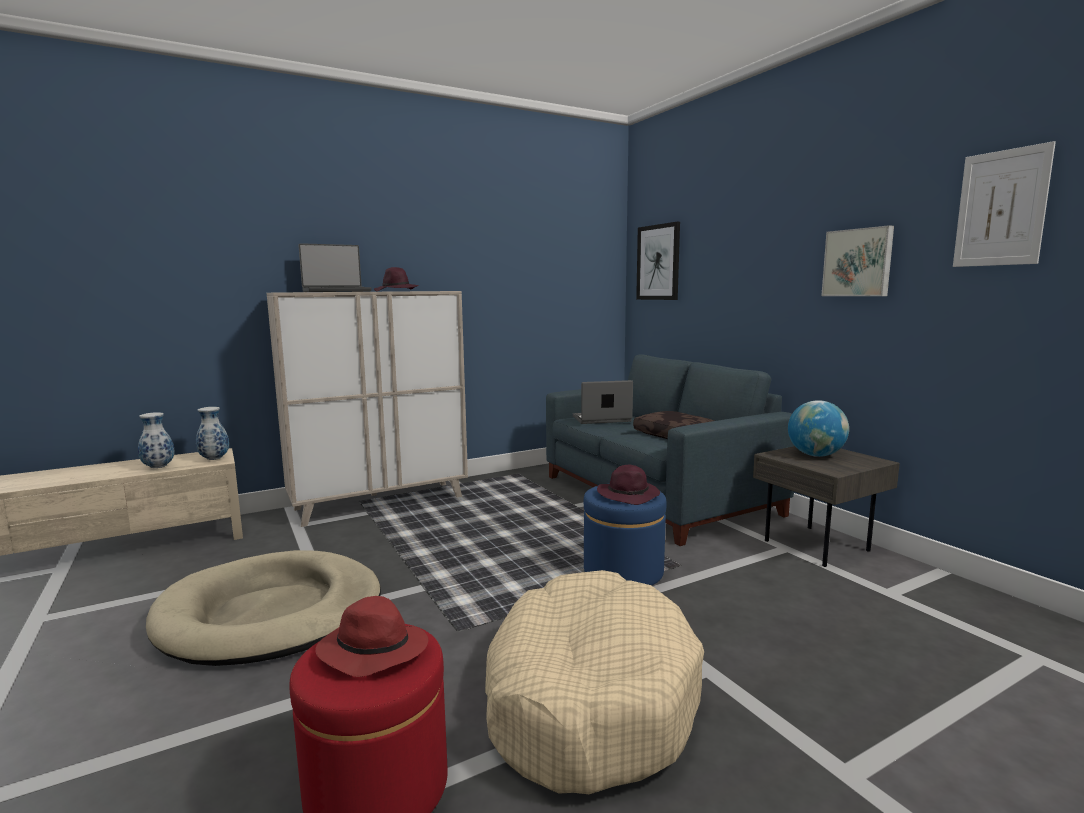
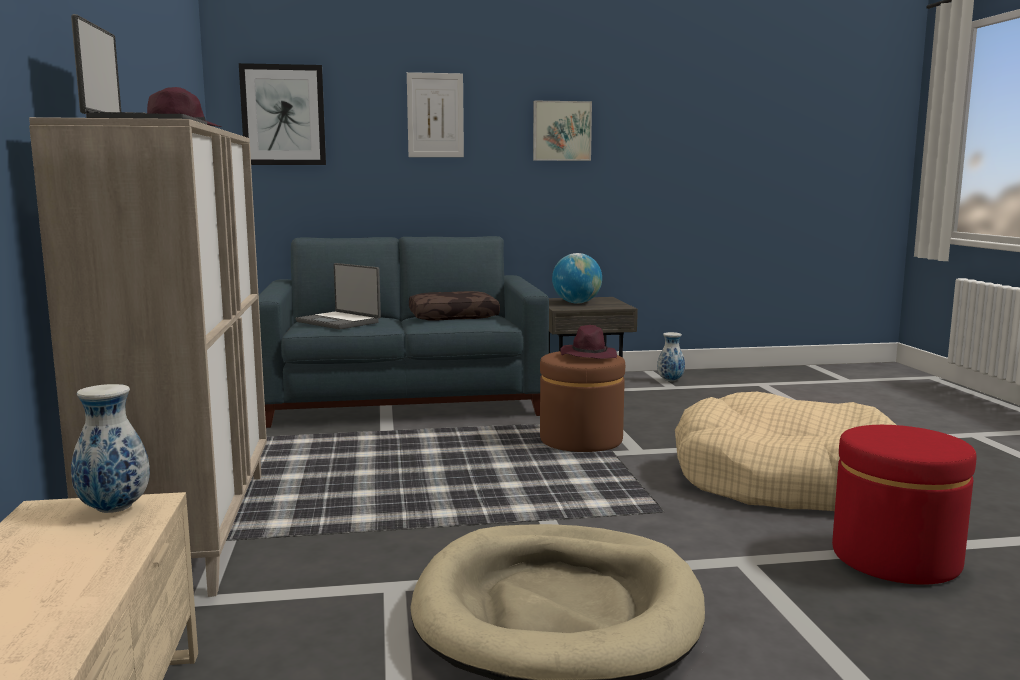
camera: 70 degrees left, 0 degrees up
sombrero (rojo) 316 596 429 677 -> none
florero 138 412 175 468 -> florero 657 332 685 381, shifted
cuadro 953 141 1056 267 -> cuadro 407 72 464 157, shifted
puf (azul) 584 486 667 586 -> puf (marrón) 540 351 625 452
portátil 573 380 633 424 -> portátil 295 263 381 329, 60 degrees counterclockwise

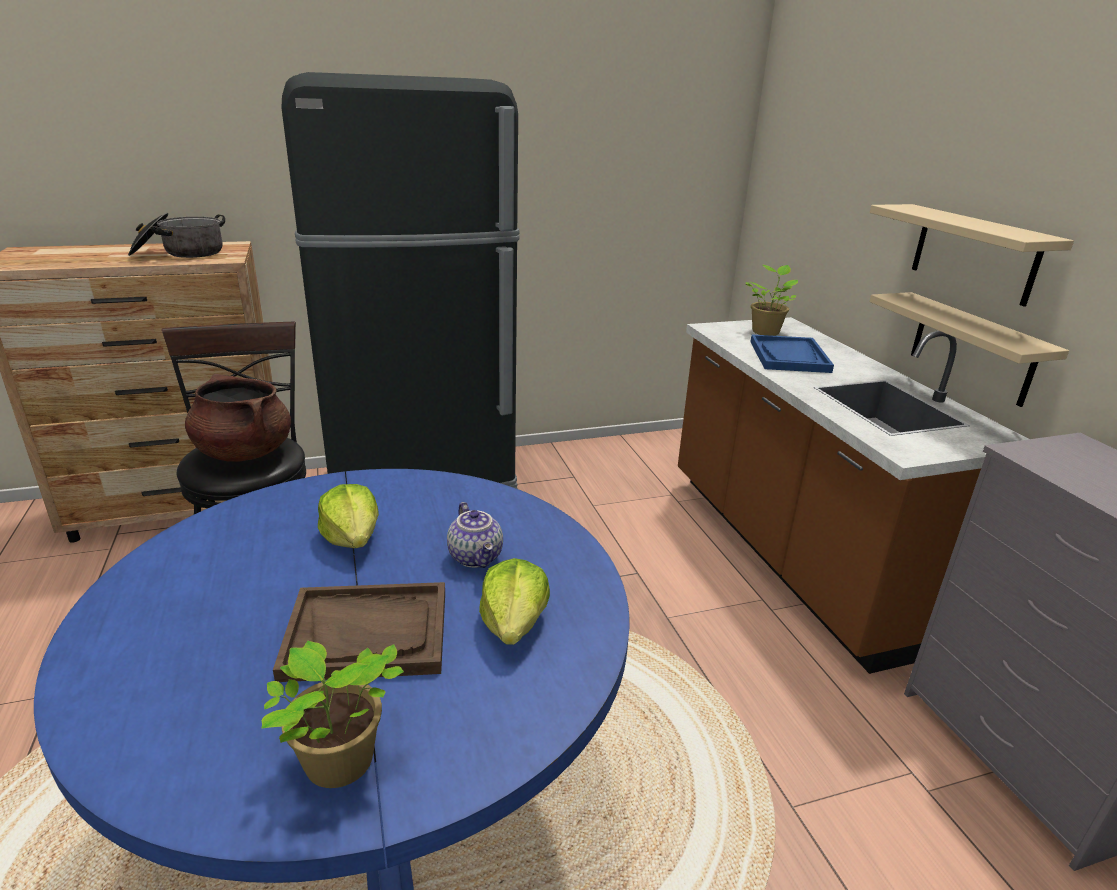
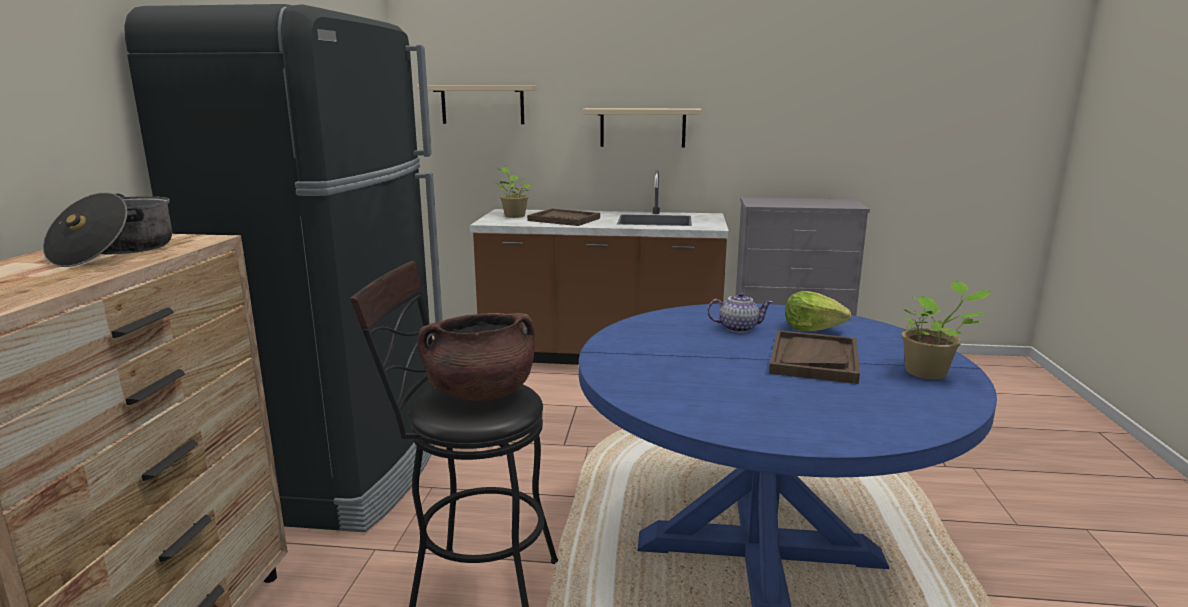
camera: 65 degrees left, 10 degrees down
lechuga 318 484 379 548 -> none
estante (beis) 869 292 1069 407 -> estante (beis) 417 85 537 124, shifted
bandeja (azul) 750 335 834 373 -> bandeja (marrón) 527 209 600 226

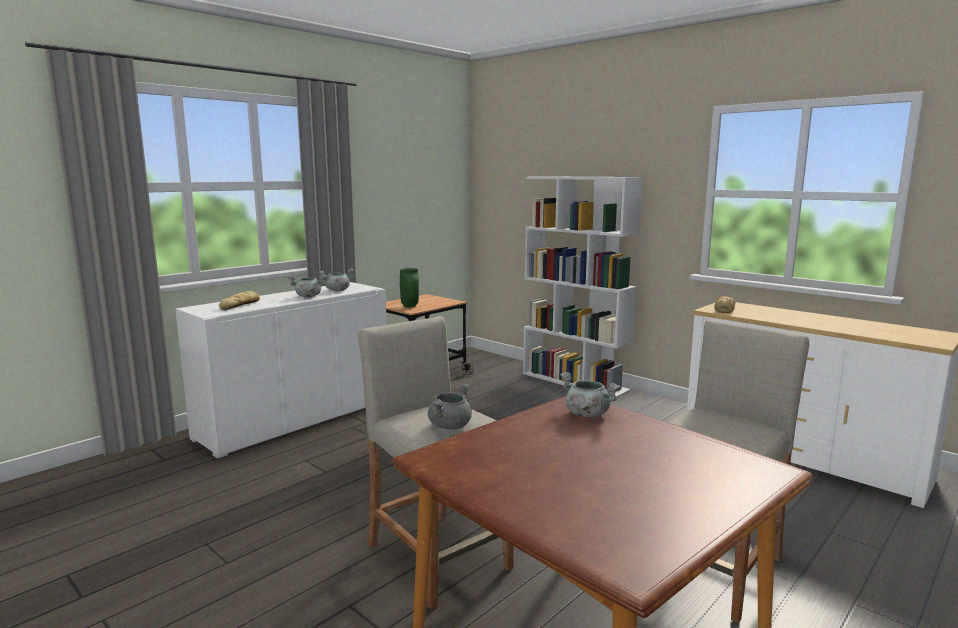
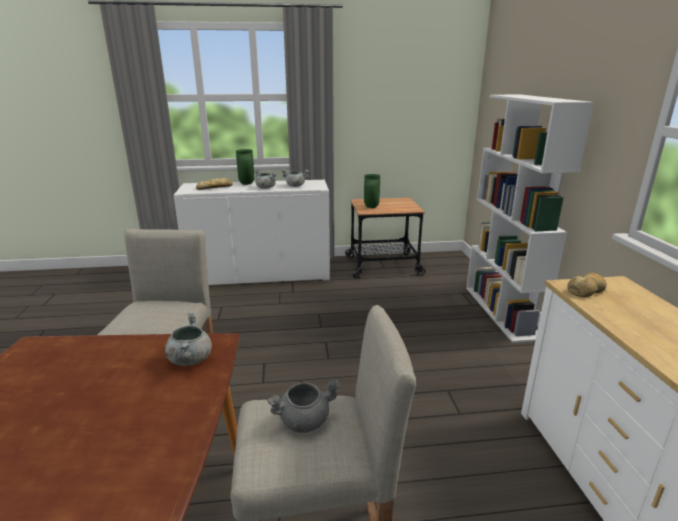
camera: 40 degrees right, 10 degrees up
none -> florero (verde) 236 149 254 185
olla (gris) 428 384 472 430 -> olla (gris) 267 379 340 433, shifted

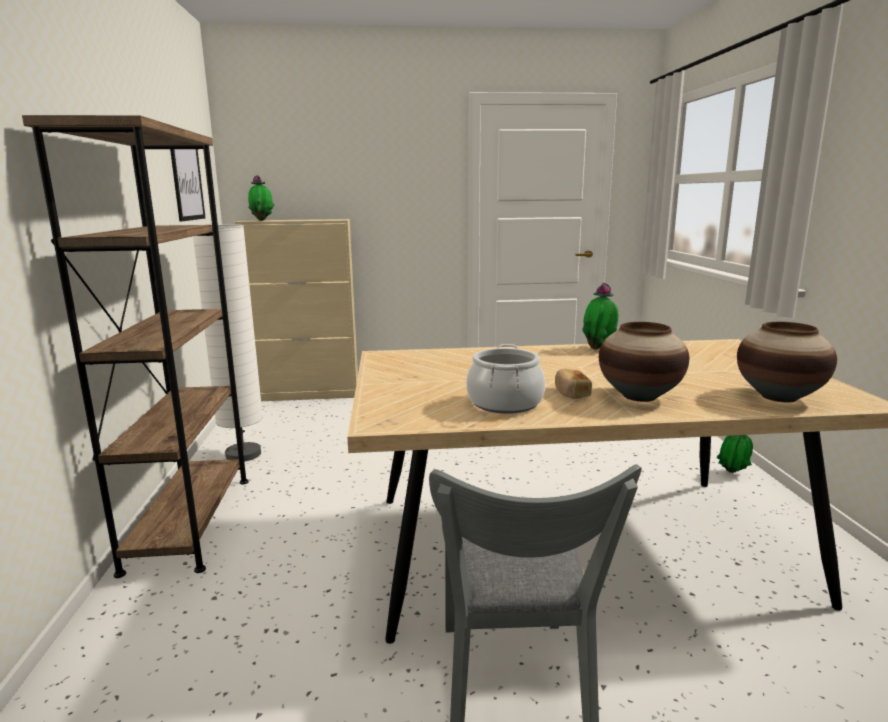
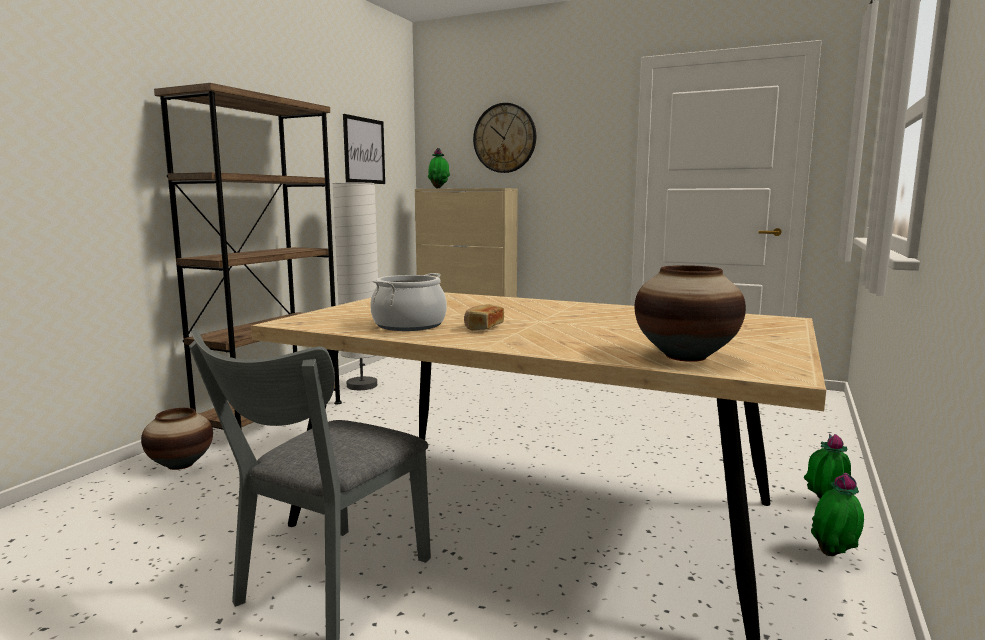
camera: 30 degrees right, 5 degrees down
none -> reloj de pared 473 103 536 173
planta en maceta 582 283 618 349 -> planta en maceta 811 473 864 556, shifted
florero 599 322 689 402 -> florero 141 408 213 470, shifted

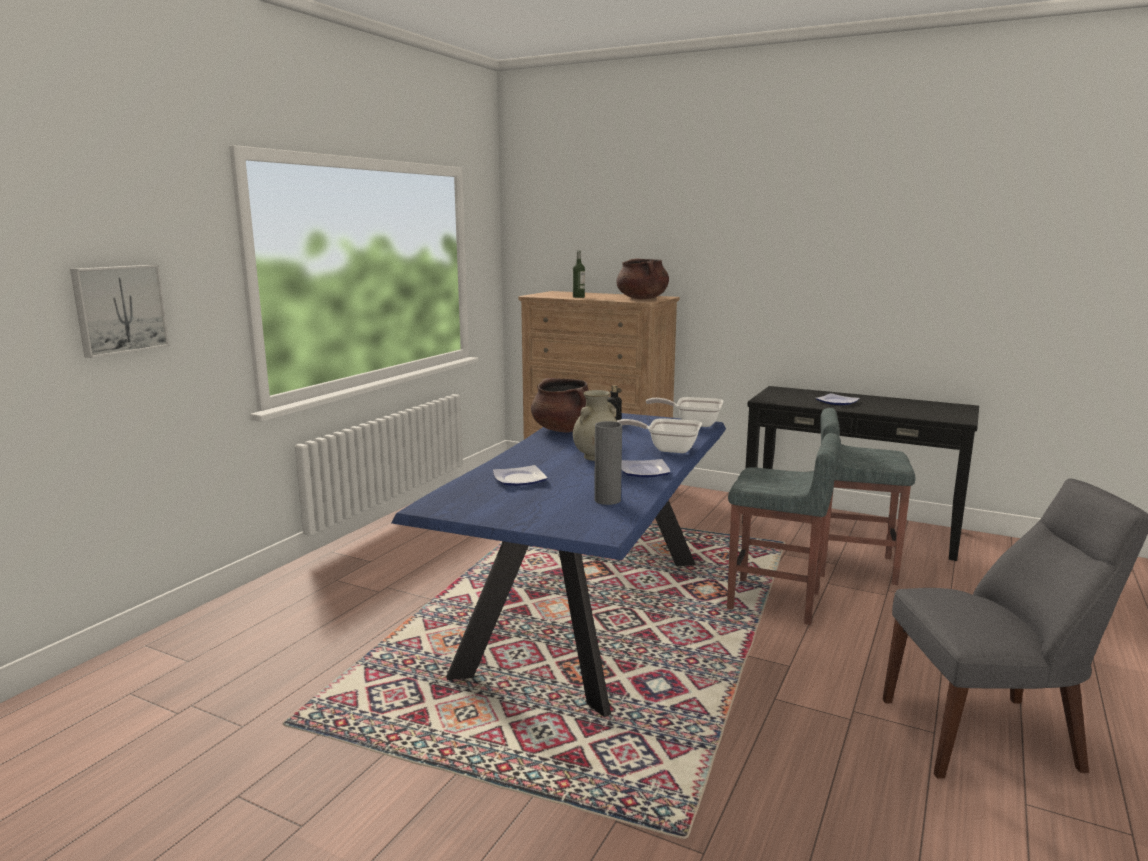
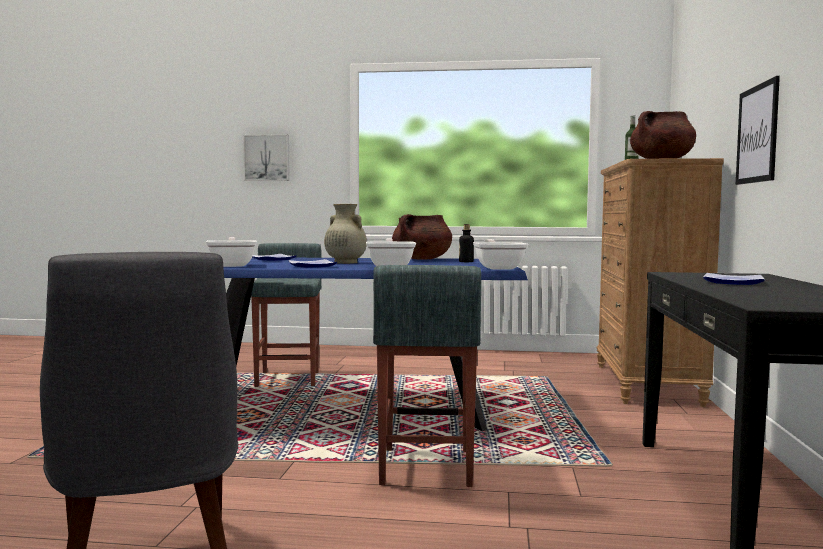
camera: 70 degrees right, 10 degrees down
none -> cuadro 736 76 780 185
taburete (gris) 820 408 916 585 -> taburete (gris) 251 243 321 387, shifted
florero (gris) 594 421 622 505 -> sartén 206 237 257 267

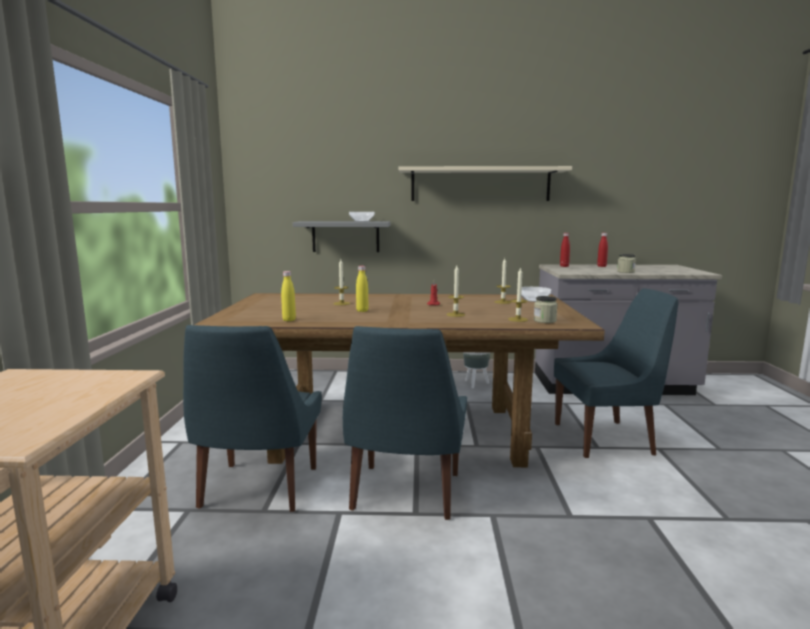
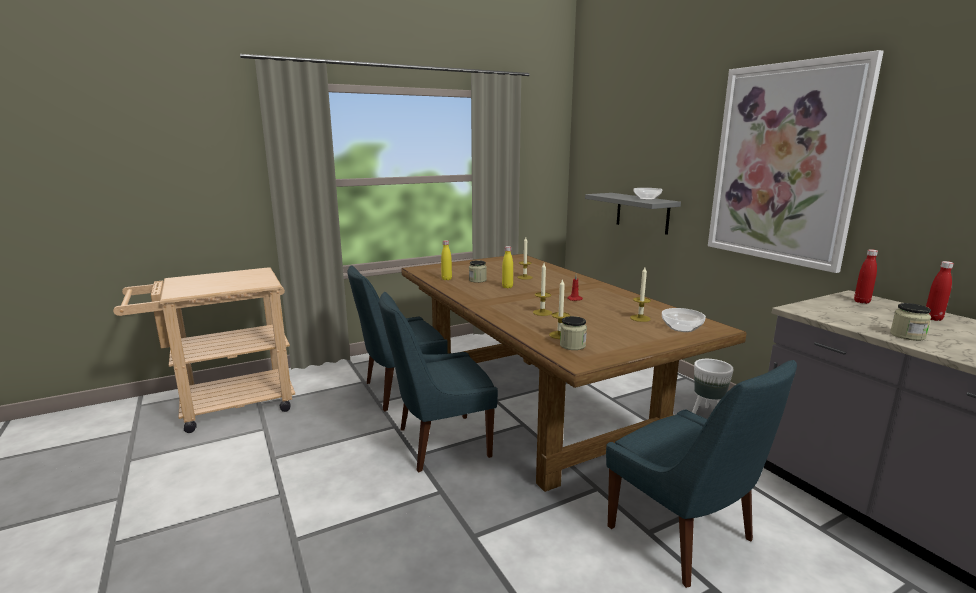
camera: 60 degrees right, 5 degrees up
none -> tarro 469 260 487 283
estante (beis) 398 166 572 201 -> cuadro 708 50 884 273

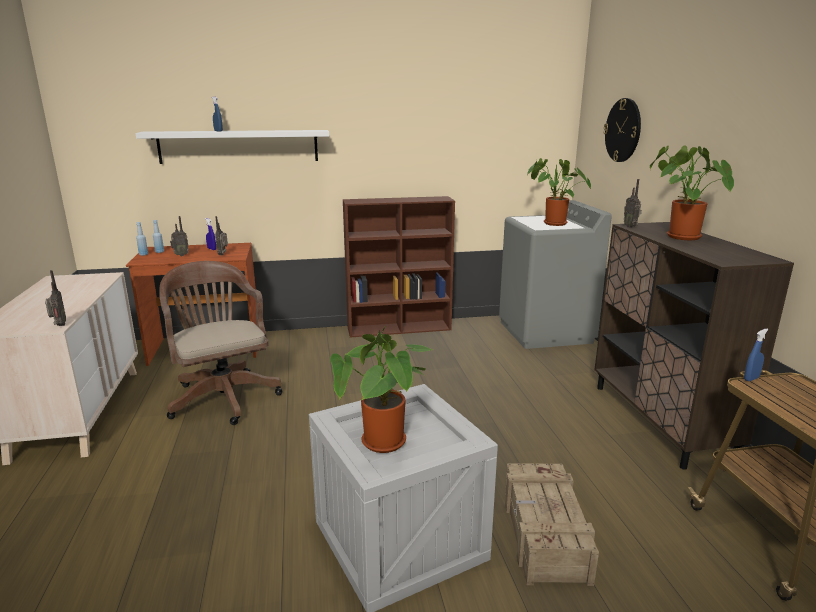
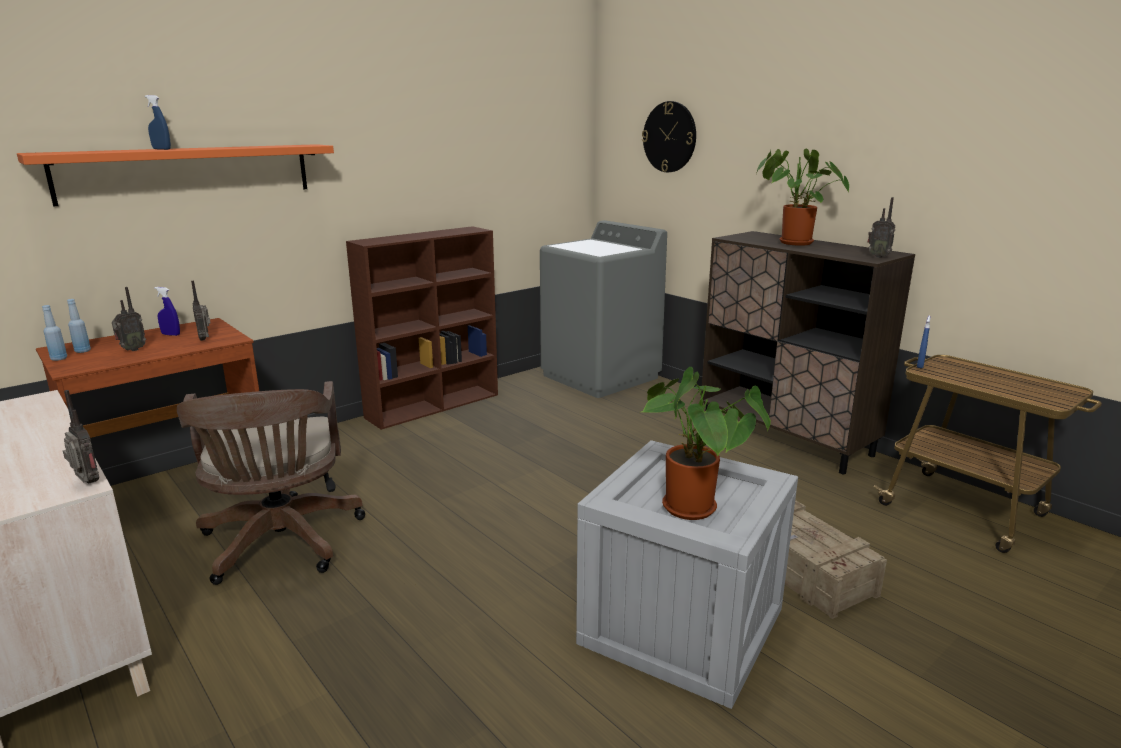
camera: 30 degrees left, 0 degrees up
planta en maceta 527 158 591 226 -> none
radio 624 179 642 228 -> radio 867 197 895 258, shifted
estante (blanco) 135 130 329 164 -> estante (naranja) 17 144 334 206
silla de oficina (marrón) 159 261 283 425 -> silla de oficina (marrón) 177 381 365 585, 135 degrees counterclockwise

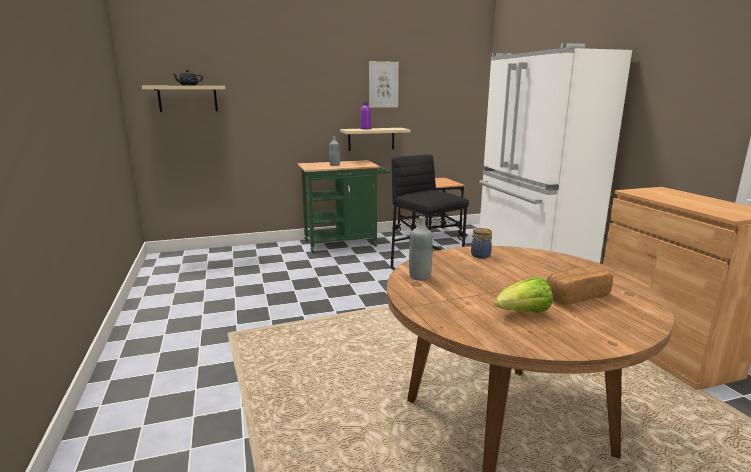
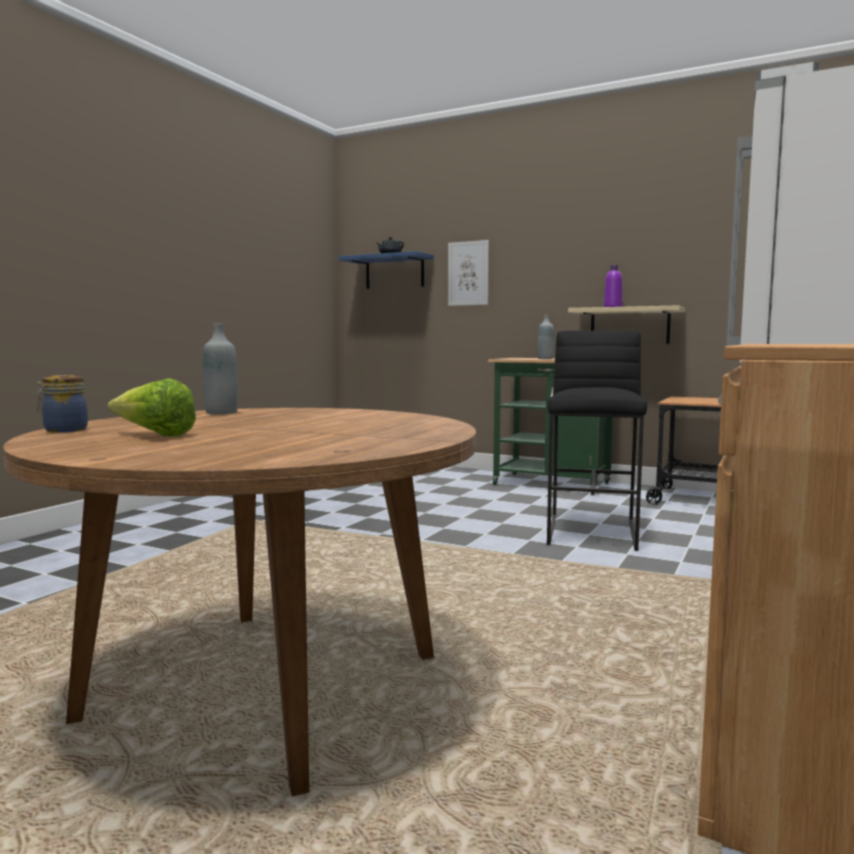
camera: 45 degrees right, 10 degrees down
pan 546 266 613 305 -> none
cuadro 369 61 399 108 -> cuadro 448 240 489 306, shifted
tarro 471 228 492 259 -> tarro 37 375 88 433, shifted
estante (beis) 142 86 225 112 -> estante (azul) 338 251 434 289

